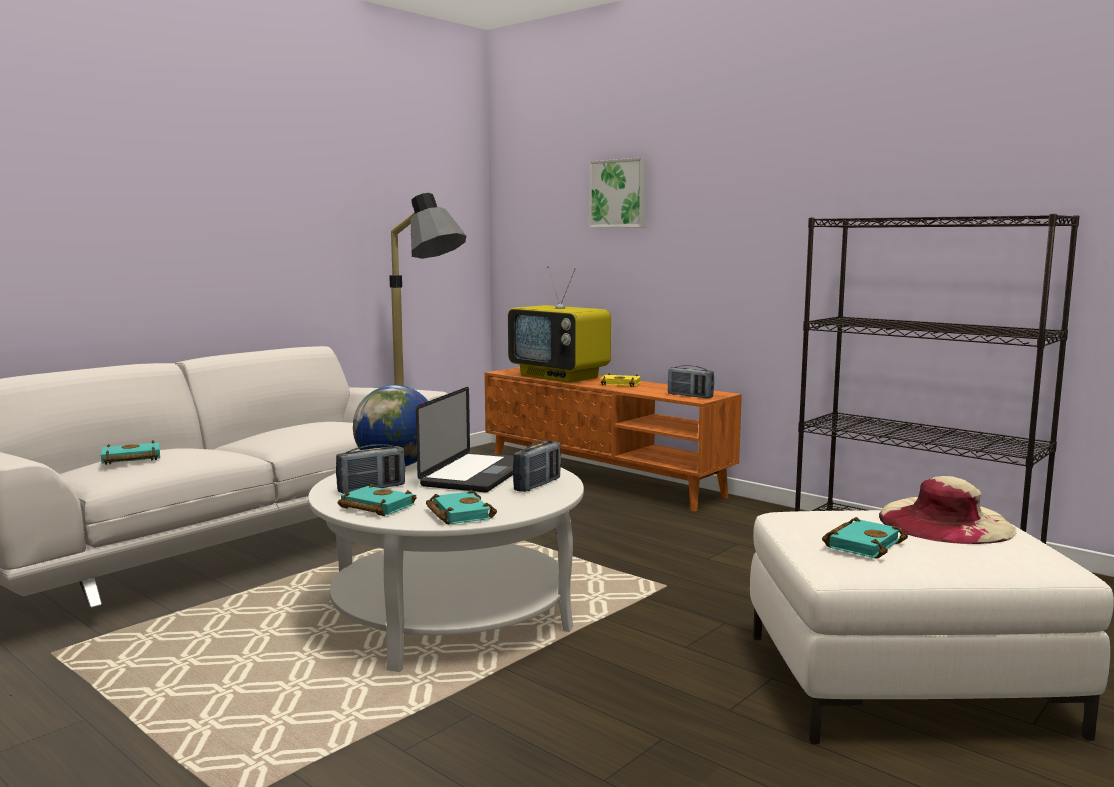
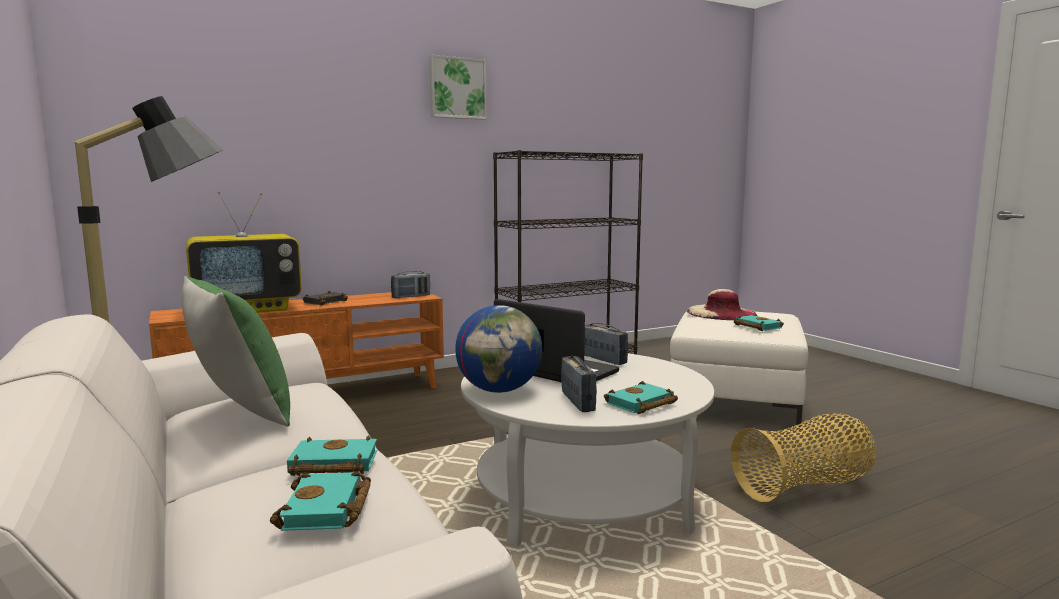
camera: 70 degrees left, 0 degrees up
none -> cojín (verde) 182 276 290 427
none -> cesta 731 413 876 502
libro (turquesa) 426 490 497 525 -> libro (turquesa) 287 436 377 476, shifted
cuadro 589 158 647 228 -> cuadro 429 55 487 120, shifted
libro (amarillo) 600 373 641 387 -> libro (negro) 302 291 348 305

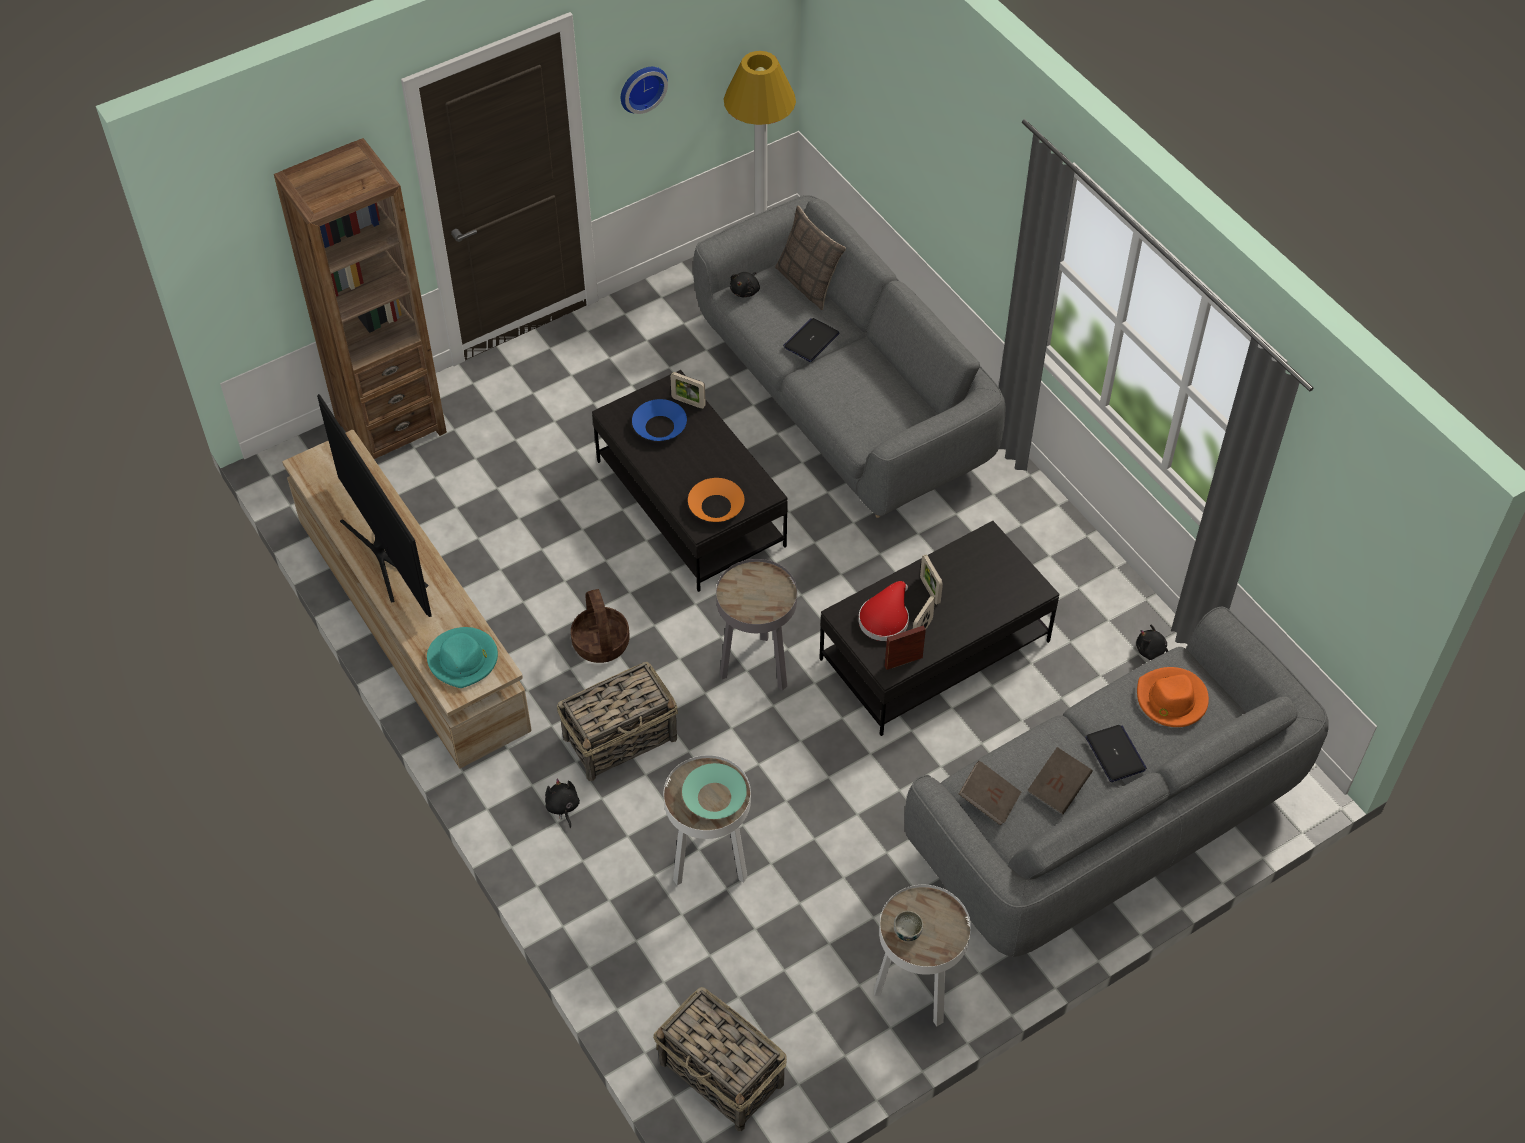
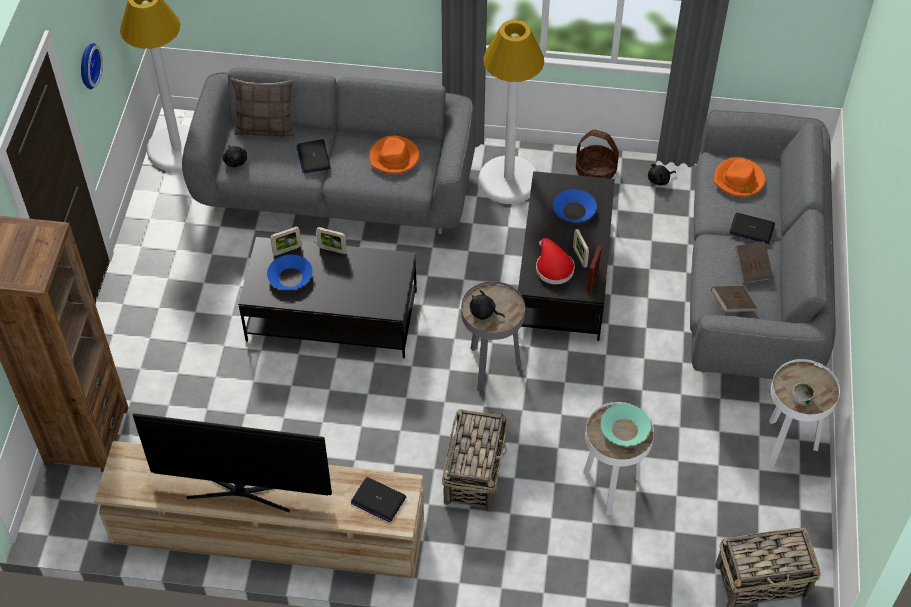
camera: 50 degrees left, 0 degrees up
cuenco (naranja) 688 478 744 522 -> none
none -> sombrero (naranja) 370 136 419 174
none -> lámpara de pie (blanco) 479 20 544 204
none -> cuenco (azul) 553 189 597 223
peluche (negro) 545 778 580 828 -> peluche (negro) 470 290 505 320, shifted
cesta 571 589 630 663 -> cesta 576 130 619 179, shifted
portarretratos 920 554 943 605 -> portarretratos 316 227 347 254, shifted
sombrero (turquesa) 427 627 498 688 -> portátil 351 477 407 522

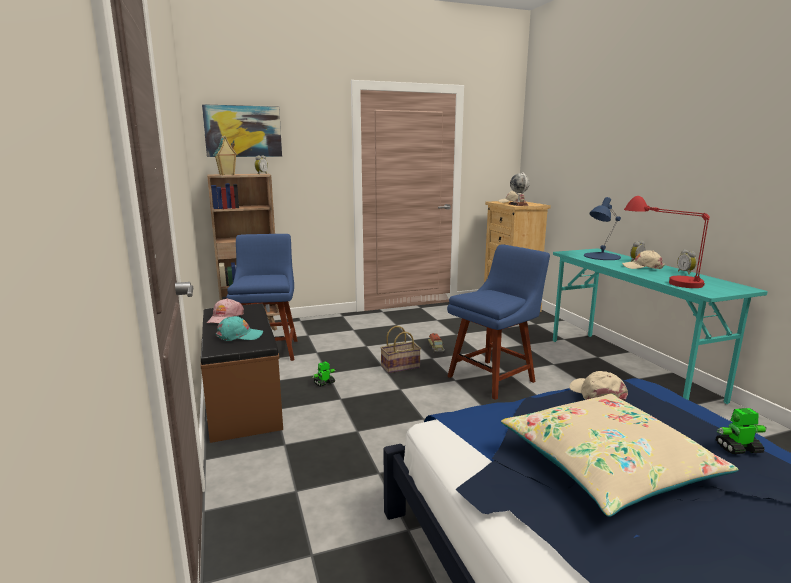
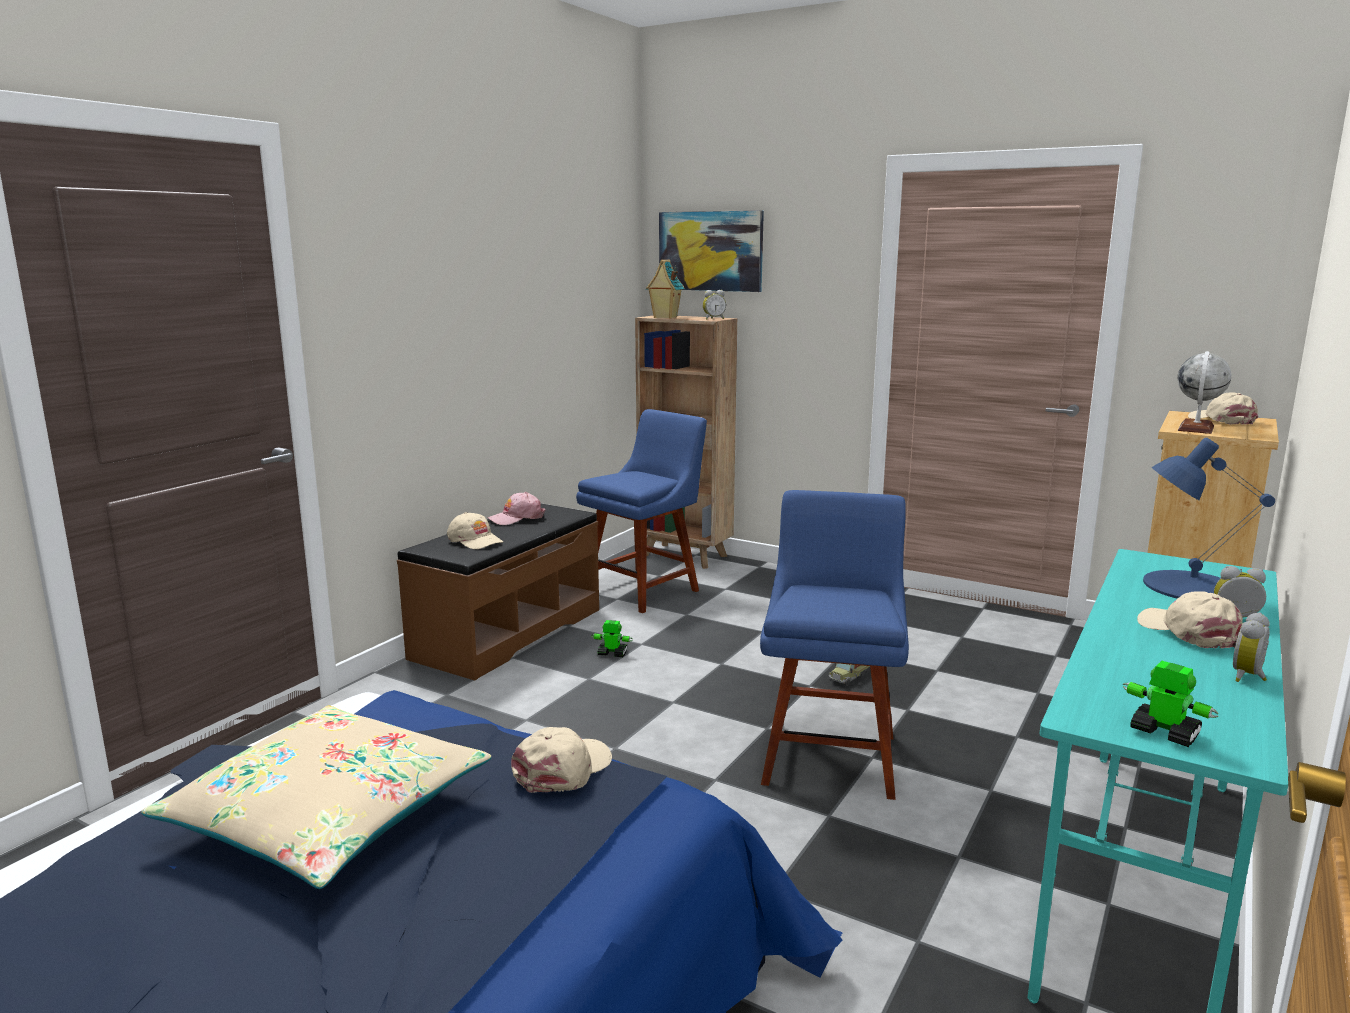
camera: 50 degrees right, 0 degrees up
cesta 380 326 421 373 -> none
lámpara de mesa (rojo) 624 196 710 288 -> none
robot de juguete 716 408 767 454 -> robot de juguete 1123 661 1219 747, shifted
gorra (turquesa) 216 316 263 341 -> gorra (beis) 447 512 503 549
silla (azul) 447 244 550 400 -> silla (azul) 760 490 909 800, 90 degrees counterclockwise

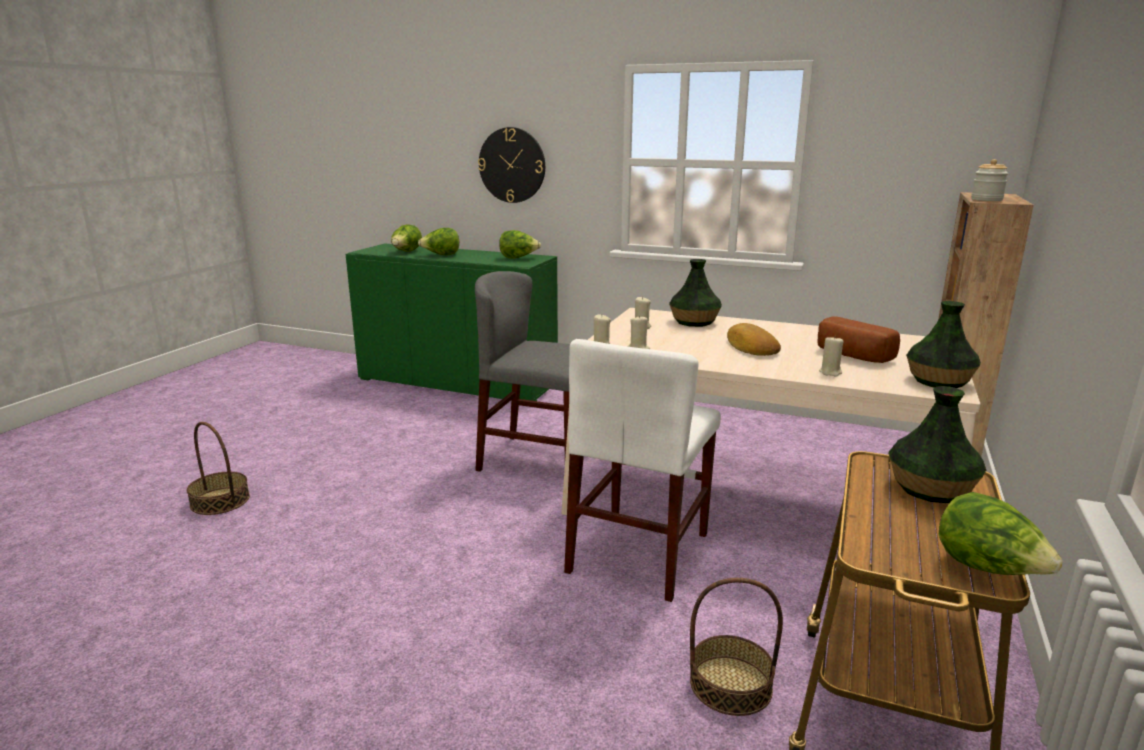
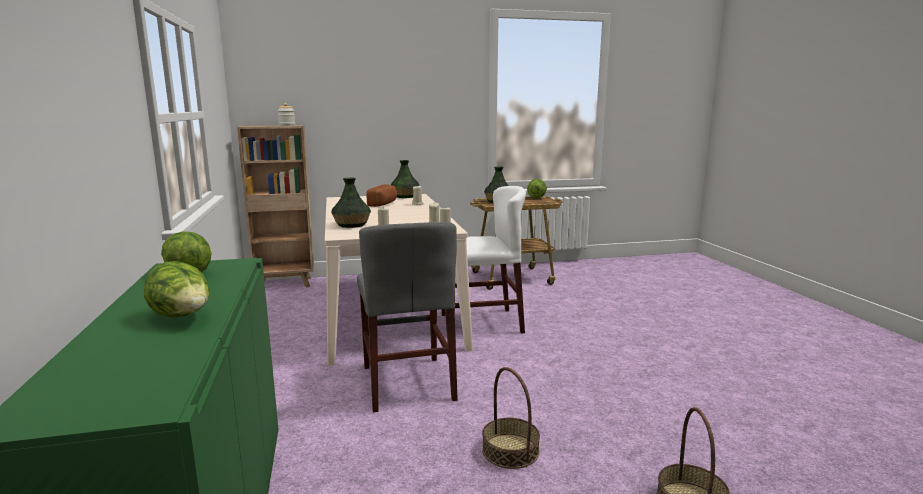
camera: 125 degrees left, 5 degrees down
lechuga 391 224 422 252 -> none
reloj de pared 478 127 545 203 -> none
pan 727 323 781 356 -> none
cesta 690 578 783 716 -> cesta 482 367 540 469, shifted

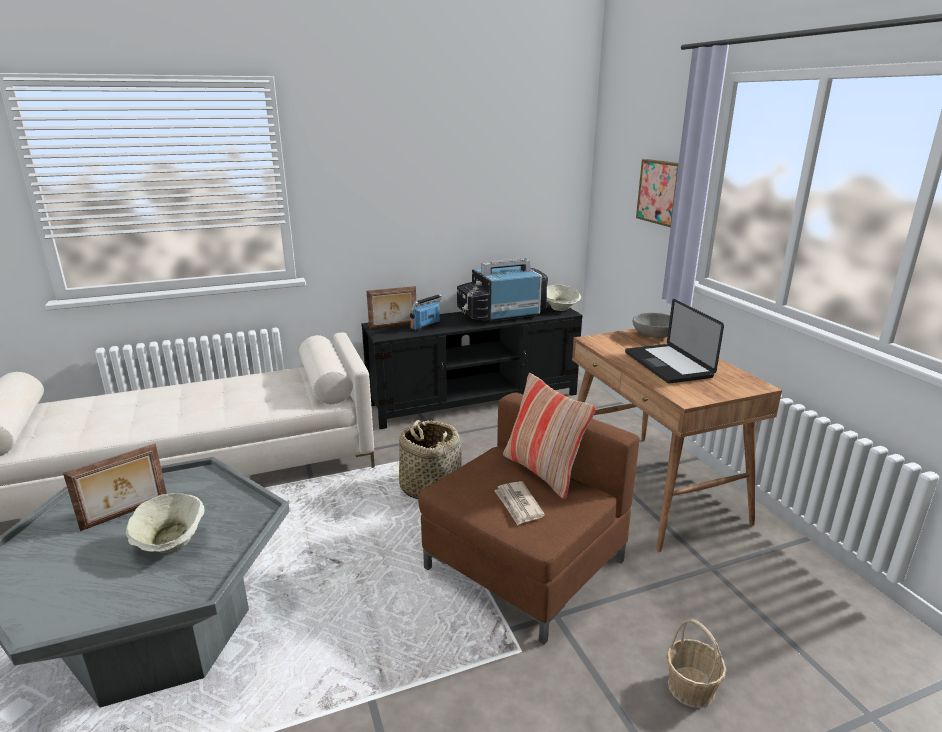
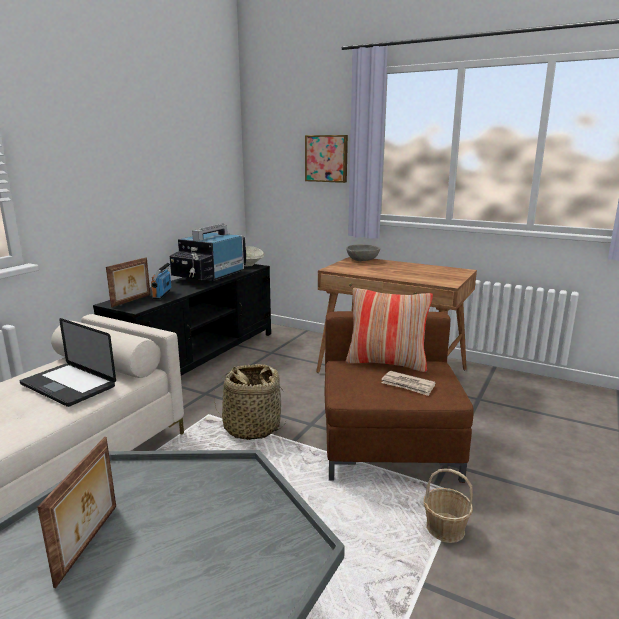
camera: 40 degrees left, 5 degrees down
cuenco (beis) 126 493 204 553 -> none
portátil 625 299 724 383 -> portátil 20 318 116 407, shifted
cesta 666 619 727 708 -> cesta 424 469 473 543, shifted

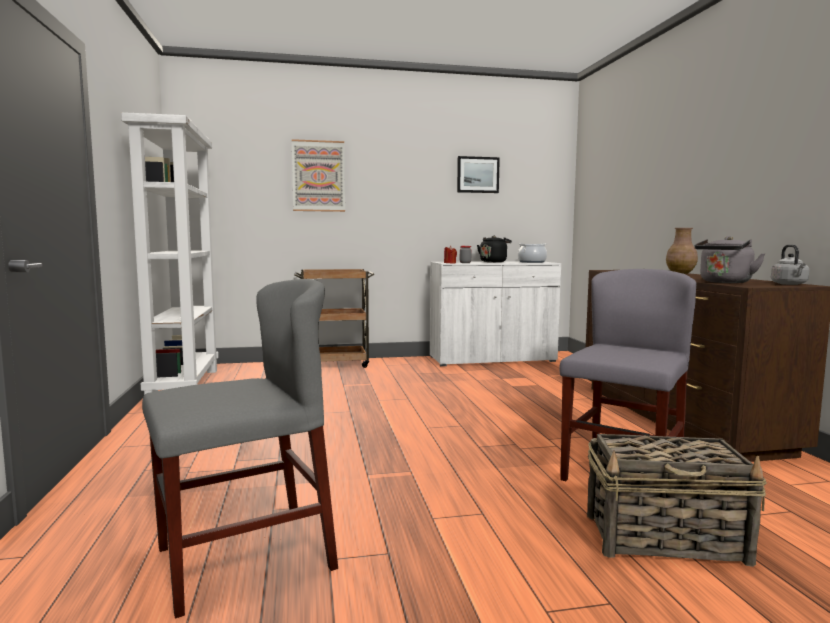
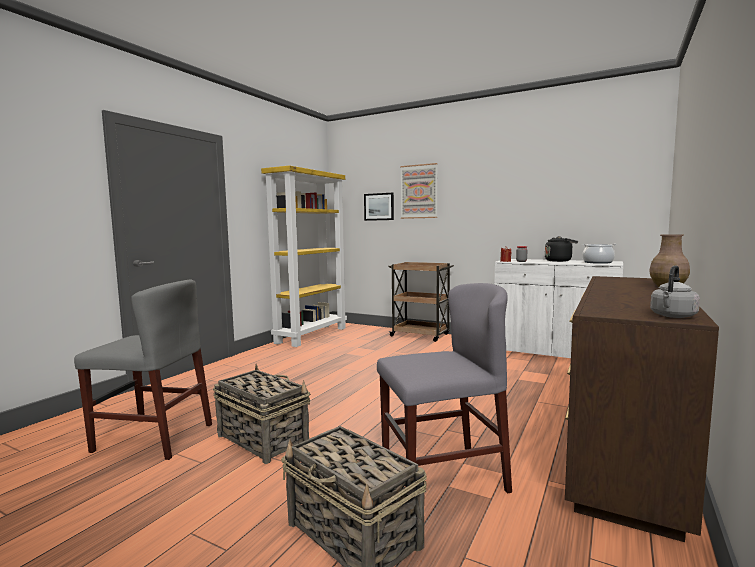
camera: 40 degrees right, 0 degrees up
hervidor (gris) 695 236 765 283 -> none
none -> cesta 213 364 311 464
cuadro 457 156 500 193 -> cuadro 364 193 394 221, shifted
estantería (blanco) 121 112 219 395 -> estantería (amarillo) 261 165 347 347

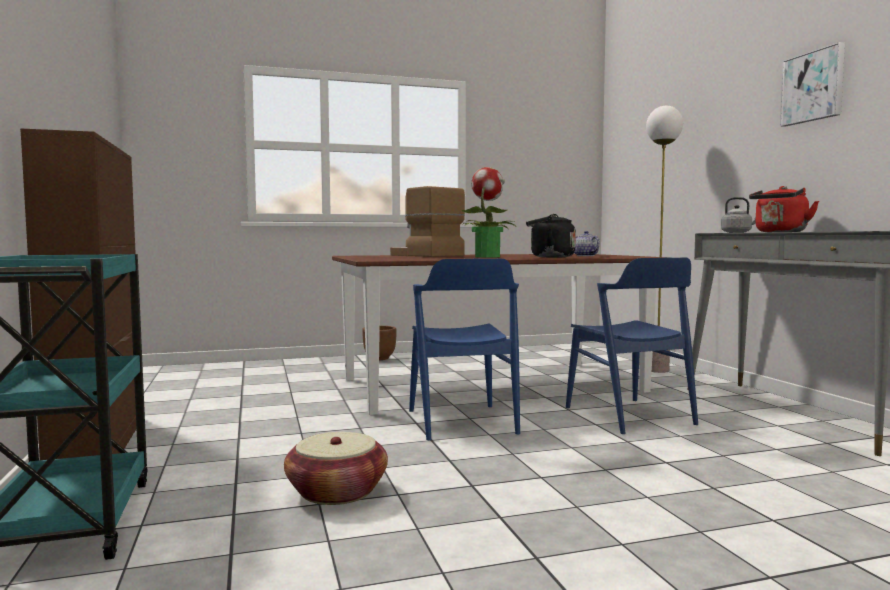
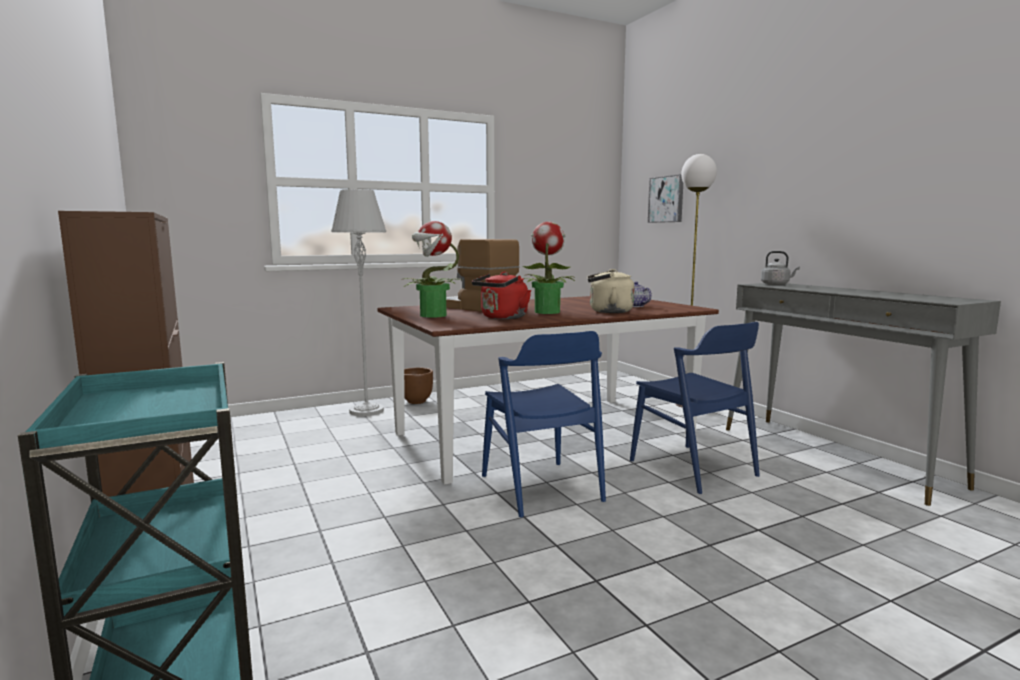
camera: 10 degrees left, 5 degrees up
cesta 284 432 388 505 -> none
none -> lámpara de pie (gris) 331 189 386 416
none -> planta en maceta 404 221 461 318
hervidor (rojo) 749 186 819 232 -> hervidor (rojo) 472 272 531 319, shifted
cuadro 780 42 845 127 -> cuadro 648 174 683 223, shifted
hervidor (negro) 526 214 576 257 -> hervidor (beis) 588 269 635 313

